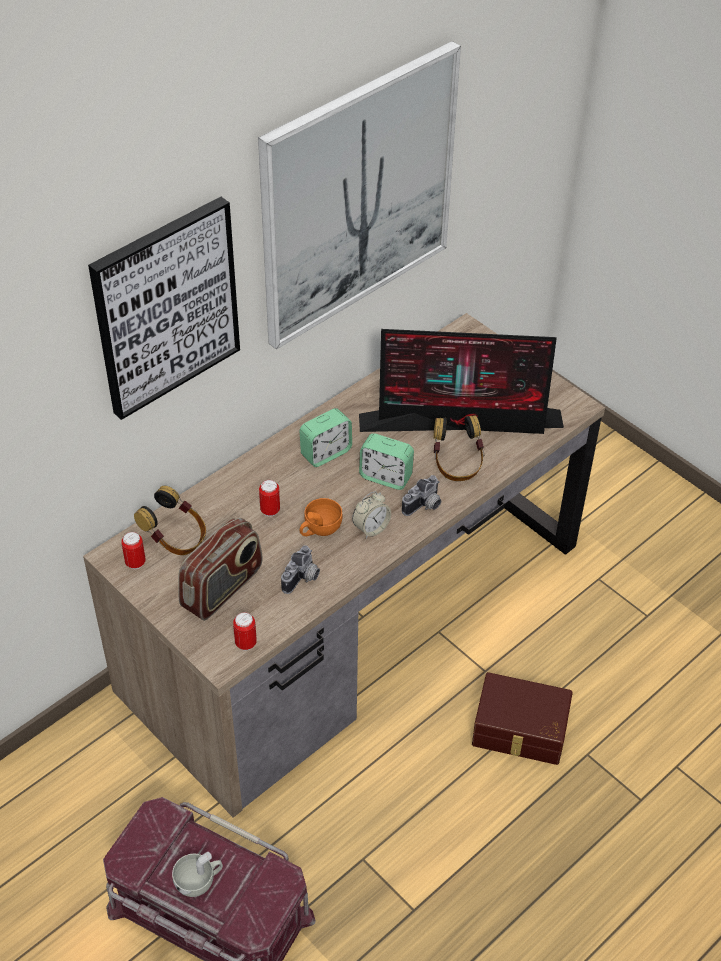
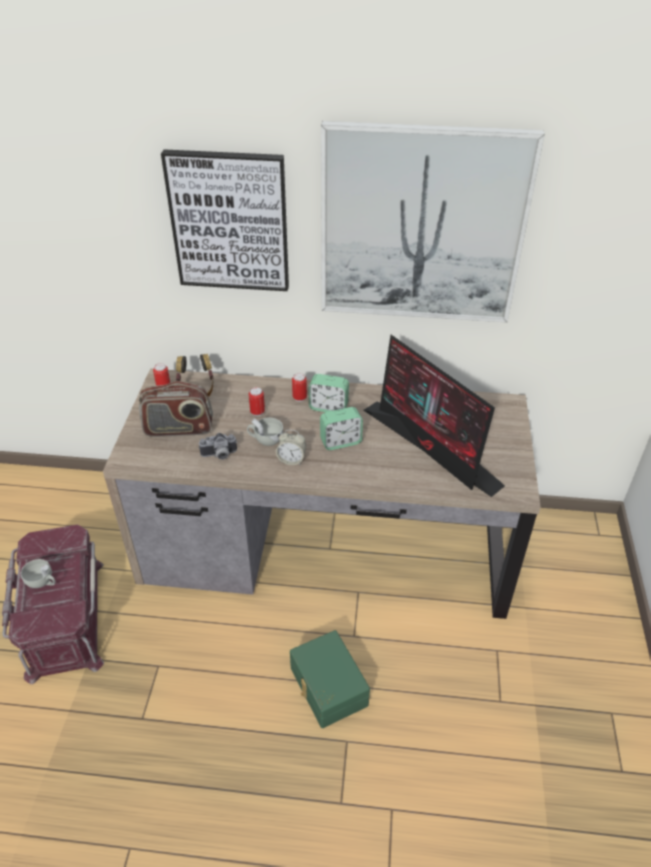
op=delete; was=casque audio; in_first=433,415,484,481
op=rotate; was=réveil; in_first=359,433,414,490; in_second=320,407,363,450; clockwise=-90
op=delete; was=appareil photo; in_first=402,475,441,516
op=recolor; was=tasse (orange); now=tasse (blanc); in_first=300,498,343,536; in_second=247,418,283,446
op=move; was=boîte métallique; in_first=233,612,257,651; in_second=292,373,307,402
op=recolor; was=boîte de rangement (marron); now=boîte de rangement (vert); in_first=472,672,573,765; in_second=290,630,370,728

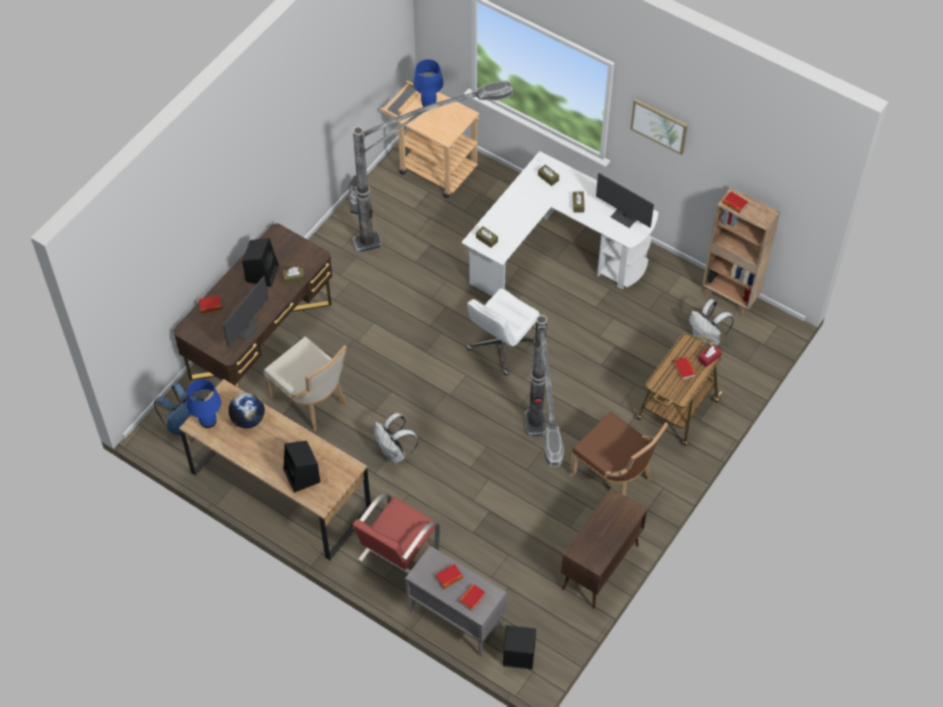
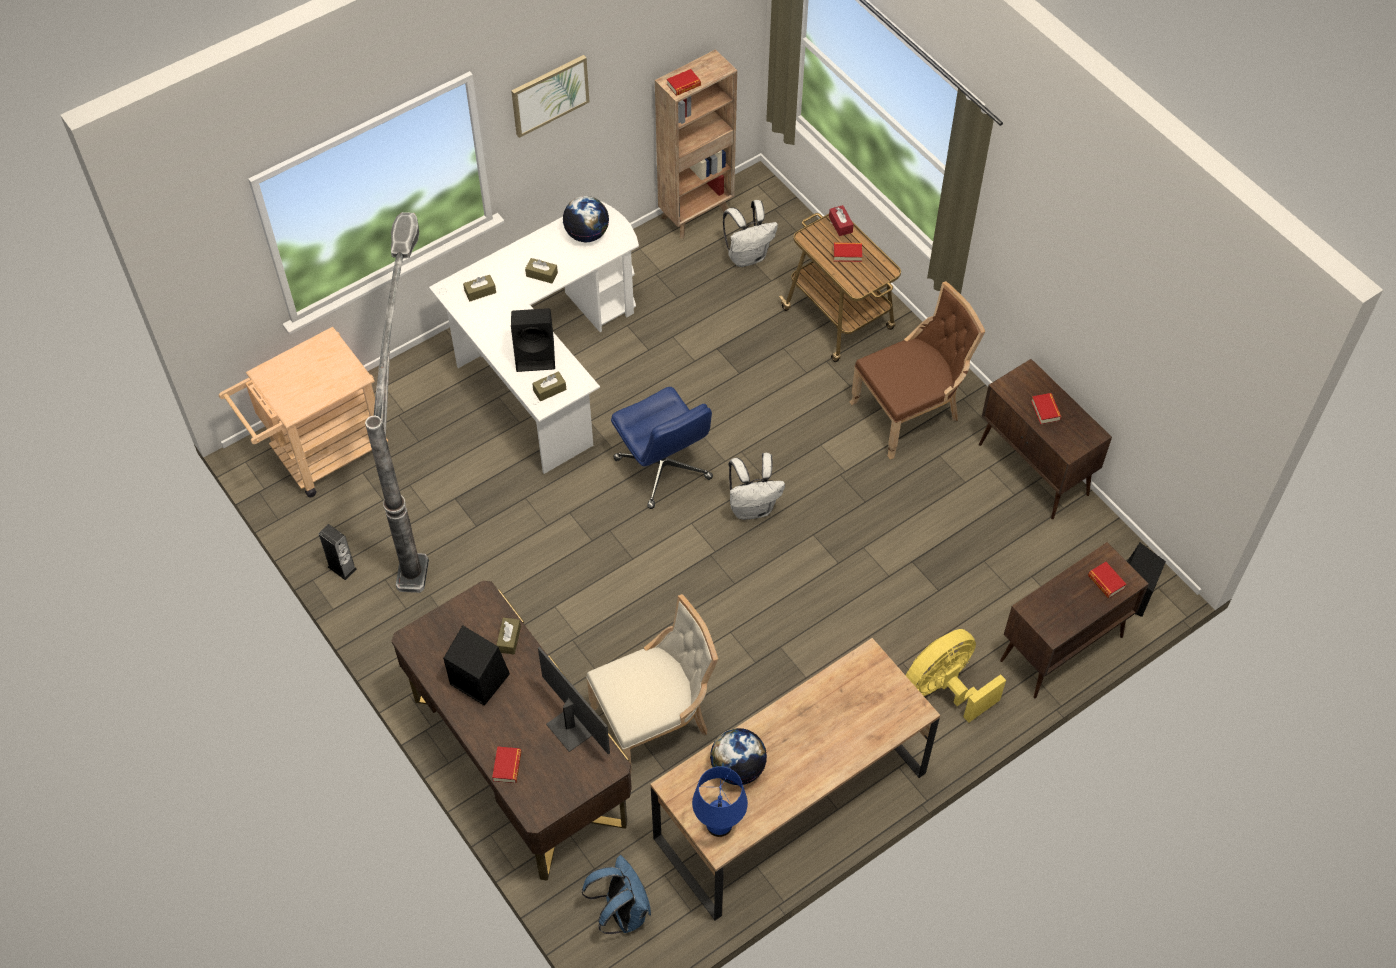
op=delete; was=lampe de table (bleu); in_first=413,59,444,107
op=replace; was=écran d'ordinateur; now=globe; in_first=596,173,654,228; in_second=563,196,609,242
op=recolor; was=chaise de bureau (blanc); now=chaise de bureau (bleu); in_first=466,288,540,375; in_second=611,387,713,509
op=delete; was=lampadaire; in_first=525,315,564,467
op=move; was=sac à dos (blanc); in_first=374,413,419,464; in_second=728,453,785,520
op=move; was=enceinte (noir); in_first=283,441,320,493; in_second=511,308,555,372
op=replace; was=chaise (rouge); now=ventilateur (jaune); in_first=353,493,440,588; in_second=906,629,1006,723
op=recolor; was=meuble de rangement (gris); now=meuble de rangement (marron); in_first=405,546,507,657; in_second=1000,542,1149,698
op=move; was=livre; in_first=435,564,463,589; in_second=1031,393,1061,424

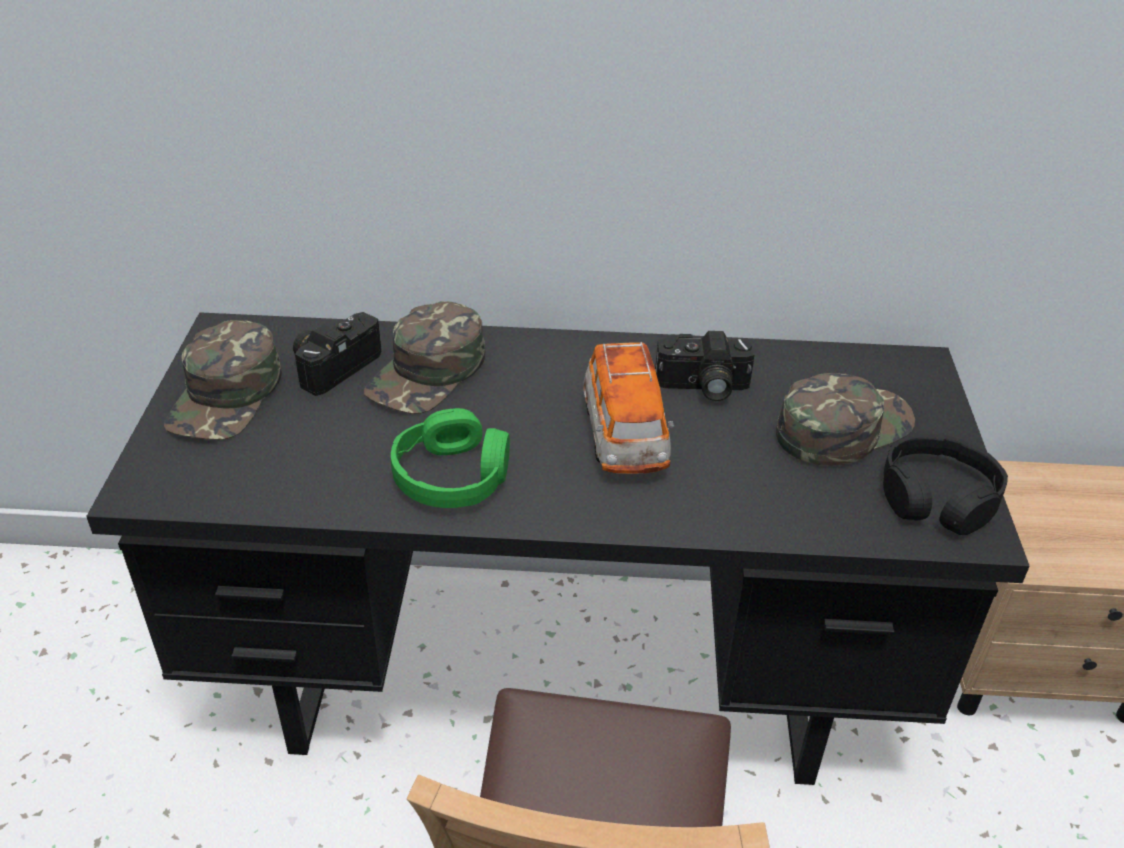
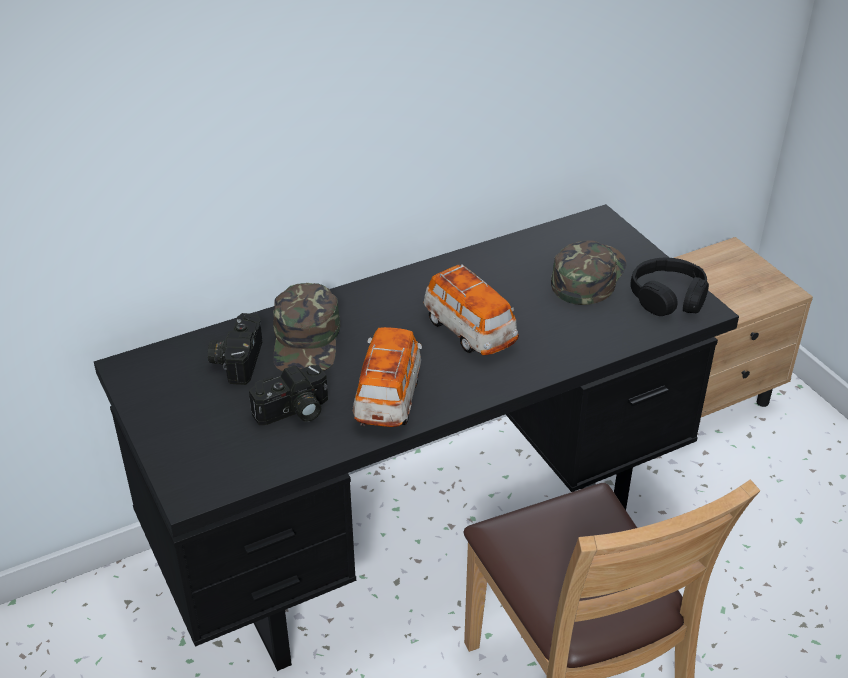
op=delete; was=casquette (vert); in_first=164,320,282,440
op=move; was=appareil photo; in_first=655,331,754,401; in_second=249,365,328,425
op=replace; was=casque audio (vert); now=petite voiture; in_first=391,408,510,508; in_second=353,327,422,427

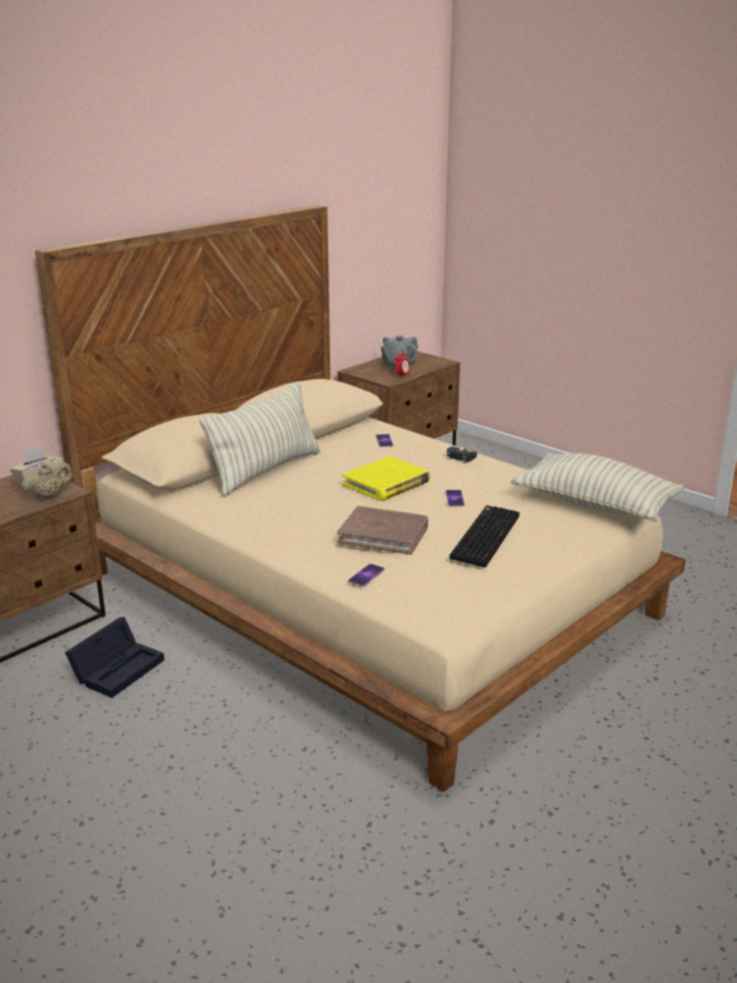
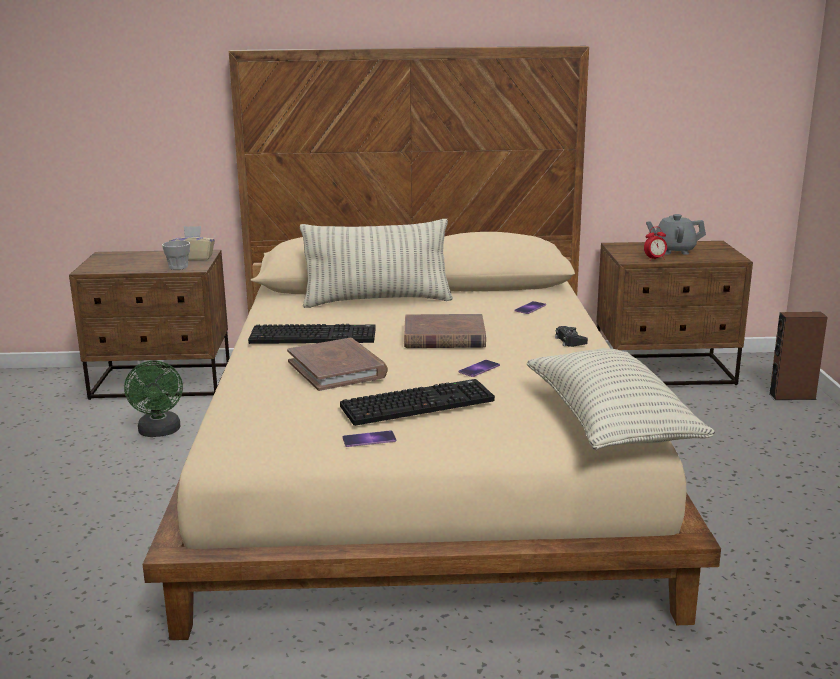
op=recolor; was=livre (jaune); now=livre (marron); in_first=342,456,430,501; in_second=404,314,486,348
op=replace; was=théière (beige); now=tasse; in_first=21,463,73,500; in_second=162,240,190,270
op=move; was=téléphone; in_first=348,564,385,587; in_second=342,430,396,447
op=replace; was=boîte de rangement (noir); now=ventilateur (vert); in_first=65,617,164,698; in_second=124,361,183,437
op=insert; now=enceinte (marron); in_second=769,312,827,400
op=insert; now=clavier; in_second=248,324,376,344

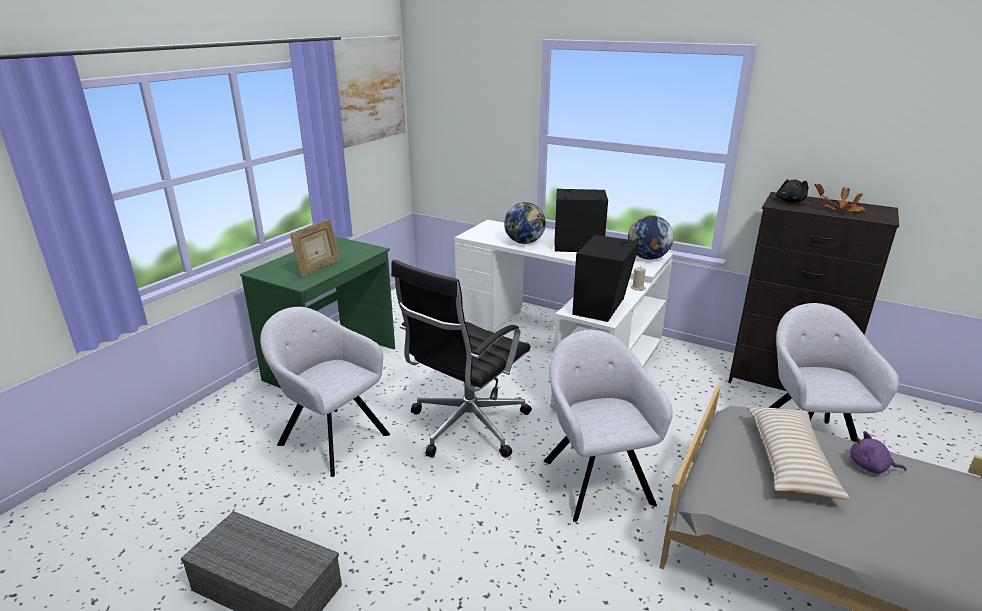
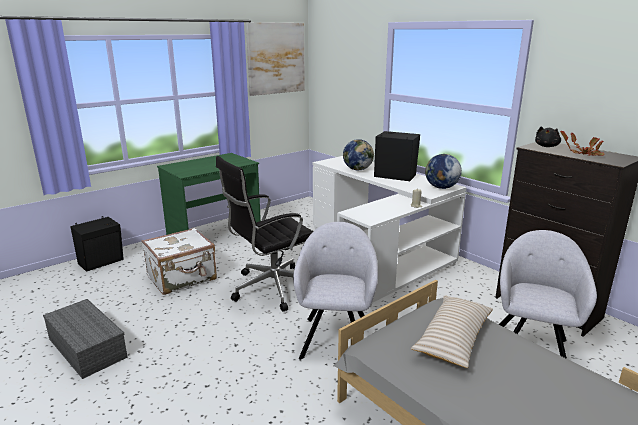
op=delete; was=cadre photo; in_first=290,219,340,277
op=move; was=enceinte (noir); in_first=572,234,639,322; in_second=70,216,124,272
op=replace; was=fauteuil (gris); now=valise (blanc); in_first=260,307,390,477; in_second=141,228,217,295
op=delete; was=peluche (violet); in_first=850,431,907,474

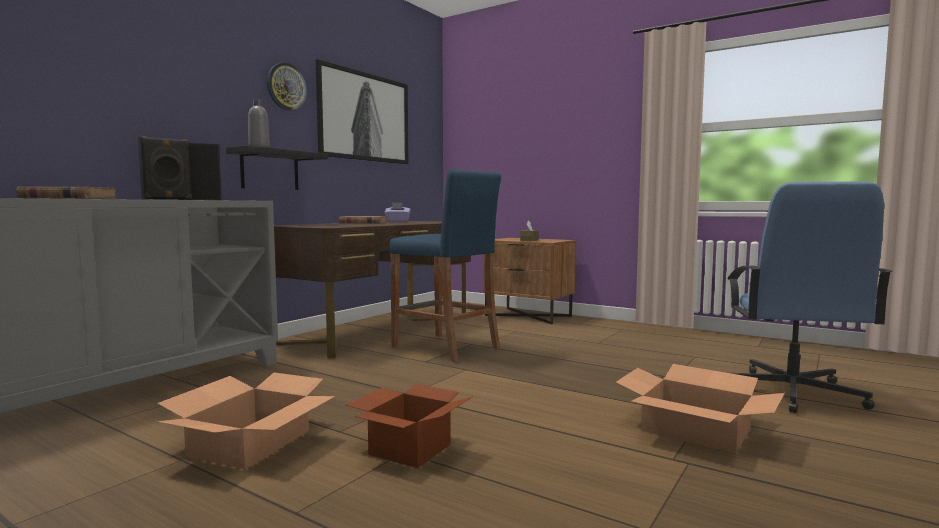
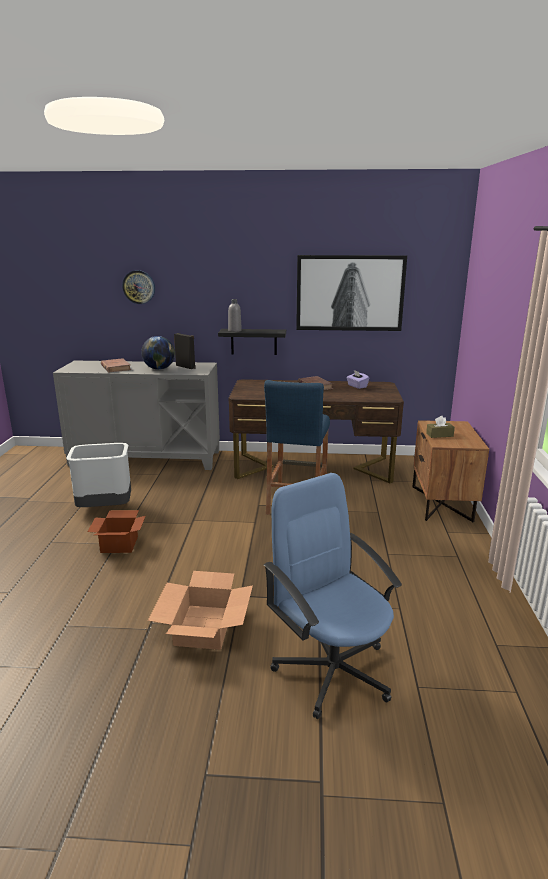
op=move; was=horloge murale; in_first=267,62,307,111; in_second=122,270,155,304
op=replace; was=enceinte (noir); now=globe; in_first=138,136,192,200; in_second=141,336,175,370
op=rotate; was=chaise de bureau (bleu); in_first=727,181,893,413; in_second=264,473,402,719; clockwise=75
op=replace; was=carton; now=poubelle (gris); in_first=156,372,335,469; in_second=67,443,131,507

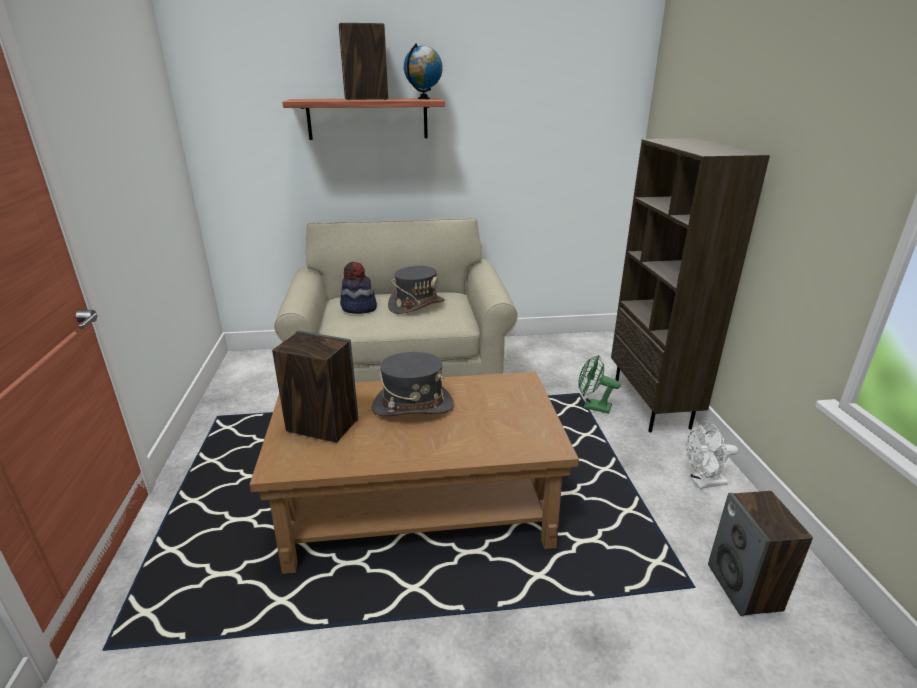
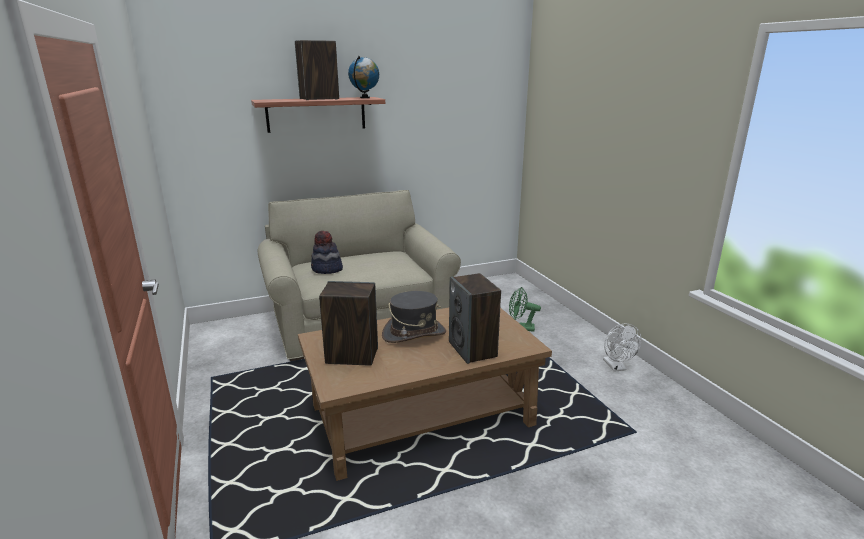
op=delete; was=bibliothèque (marron); in_first=611,138,770,432
op=delete; was=chapeau (gris); in_first=388,266,445,314
op=rotate; was=ventilateur (blanc); in_first=685,421,738,489; in_second=603,324,641,372; clockwise=-75
op=move; was=enceinte; in_first=708,491,813,616; in_second=449,273,501,364

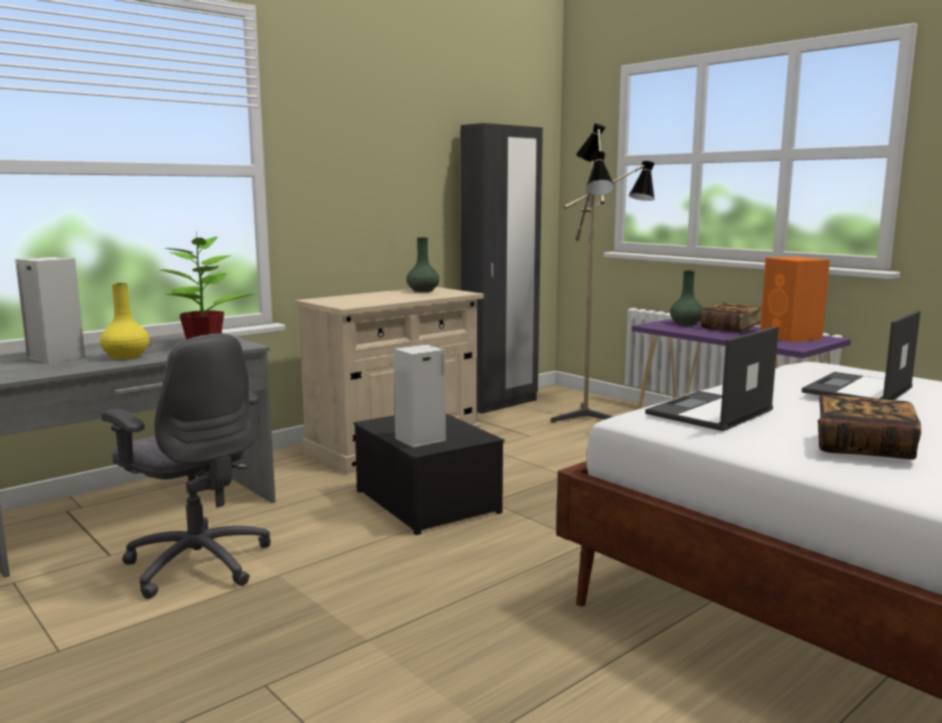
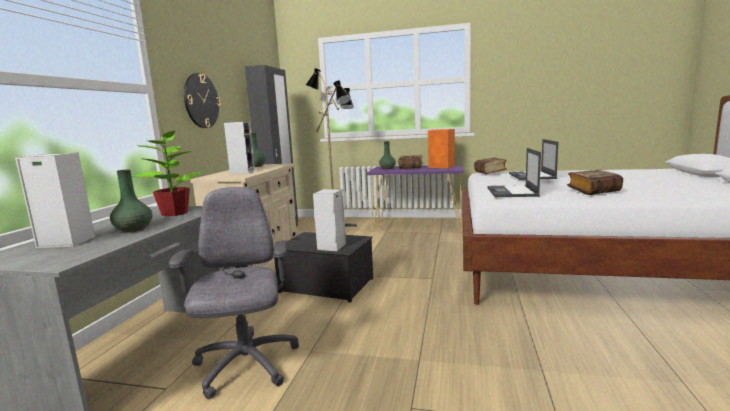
op=recolor; was=vase (jaune); now=vase (vert); in_first=100,283,149,359; in_second=110,169,153,232
op=rotate; was=chaise de bureau (gris); in_first=101,334,271,599; in_second=169,187,299,399; clockwise=-105
op=insert; now=horloge murale; in_second=184,73,220,128
op=insert; now=enceinte; in_second=224,122,255,174
op=insert; now=livre; in_second=474,157,507,174

